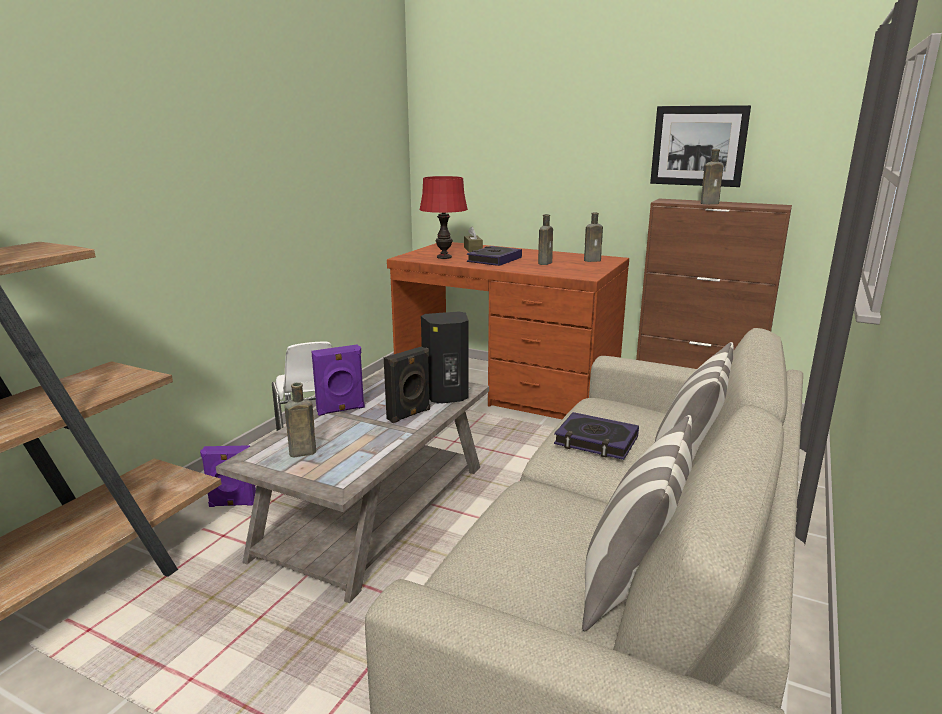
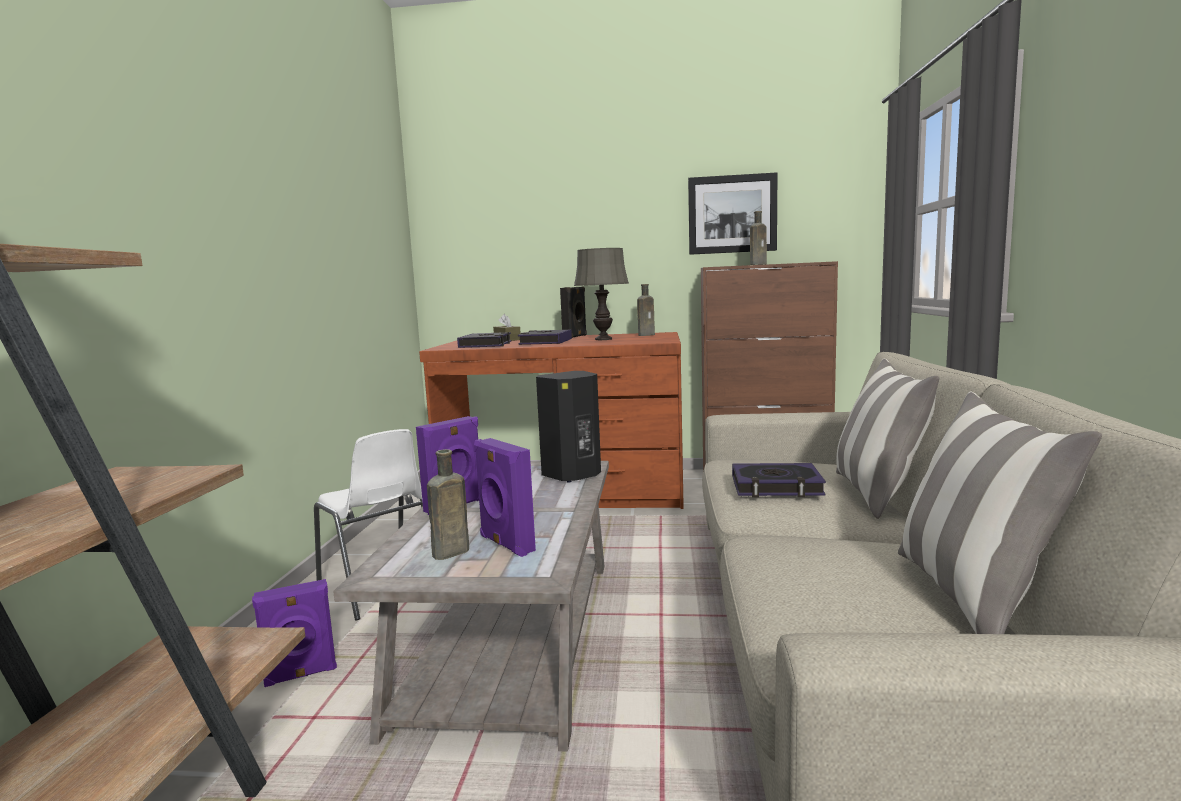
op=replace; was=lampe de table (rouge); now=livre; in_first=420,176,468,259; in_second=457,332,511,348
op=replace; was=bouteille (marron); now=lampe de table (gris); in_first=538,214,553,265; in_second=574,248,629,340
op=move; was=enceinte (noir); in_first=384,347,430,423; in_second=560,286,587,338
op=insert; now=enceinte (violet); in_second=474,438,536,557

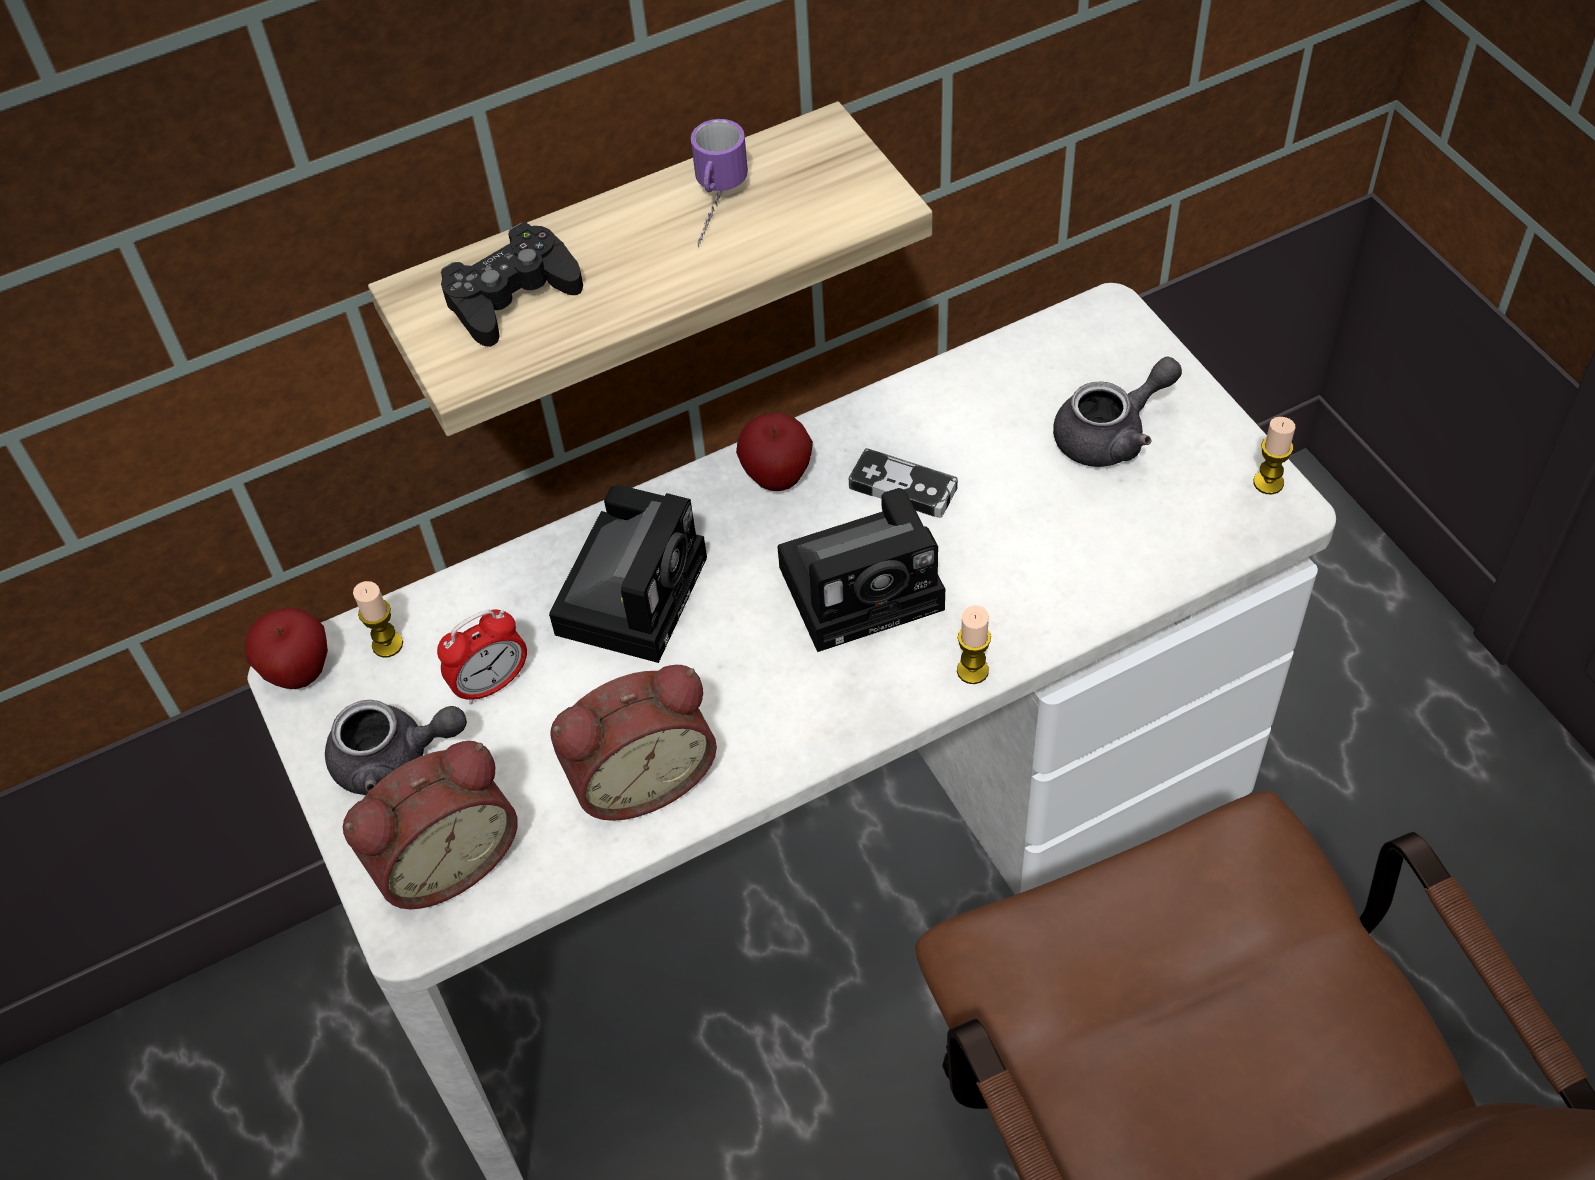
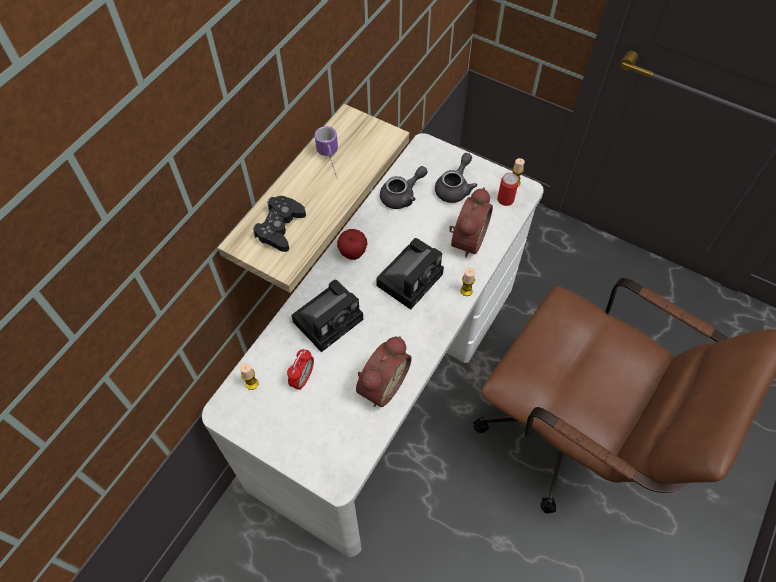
op=delete; was=manette; in_first=849,448,958,518
op=rotate; was=appareil photo; in_first=549,485,707,663; in_second=291,280,363,352; clockwise=60
op=delete; was=pomme; in_first=245,608,328,689
op=move; was=théière (gris); in_first=325,700,467,795; in_second=380,166,427,209
op=move; was=réveil; in_first=343,741,518,909; in_second=449,187,493,258
op=insert; now=boîte métallique; in_second=497,173,519,206

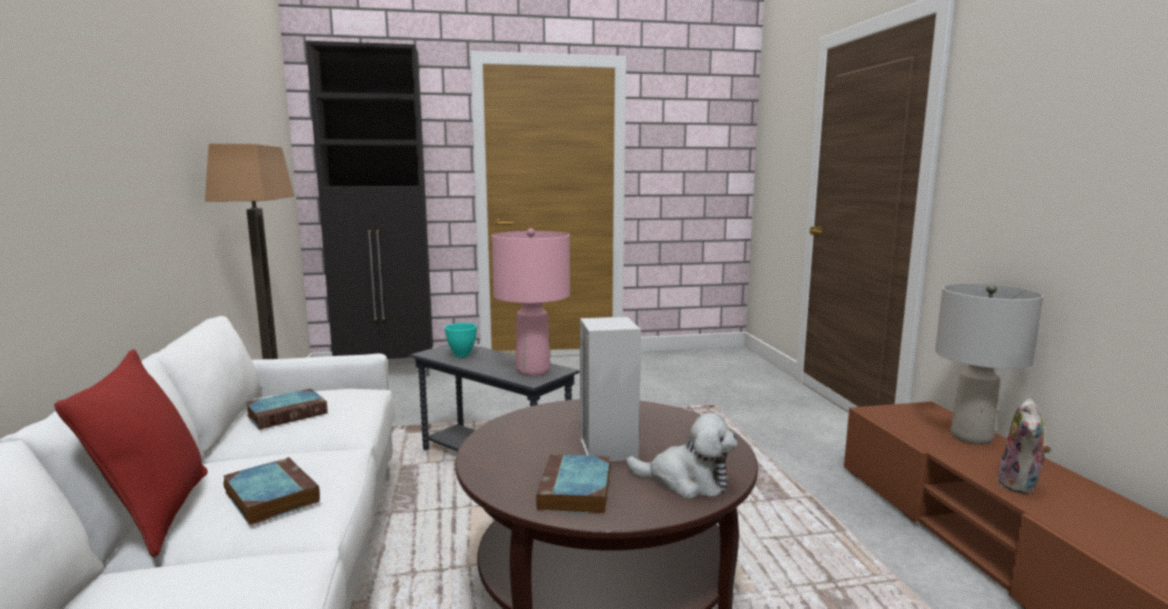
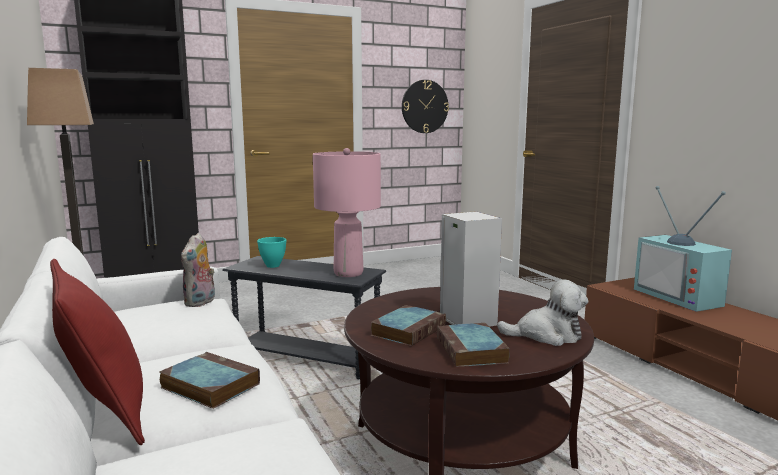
op=replace; was=lampe de table (gris); now=téléviseur; in_first=935,284,1043,445; in_second=634,186,732,312
op=move; was=livre; in_first=245,389,328,429; in_second=371,305,446,346
op=move; was=peluche; in_first=998,398,1051,494; in_second=181,233,215,307
op=insert; now=horloge murale; in_second=402,80,449,133

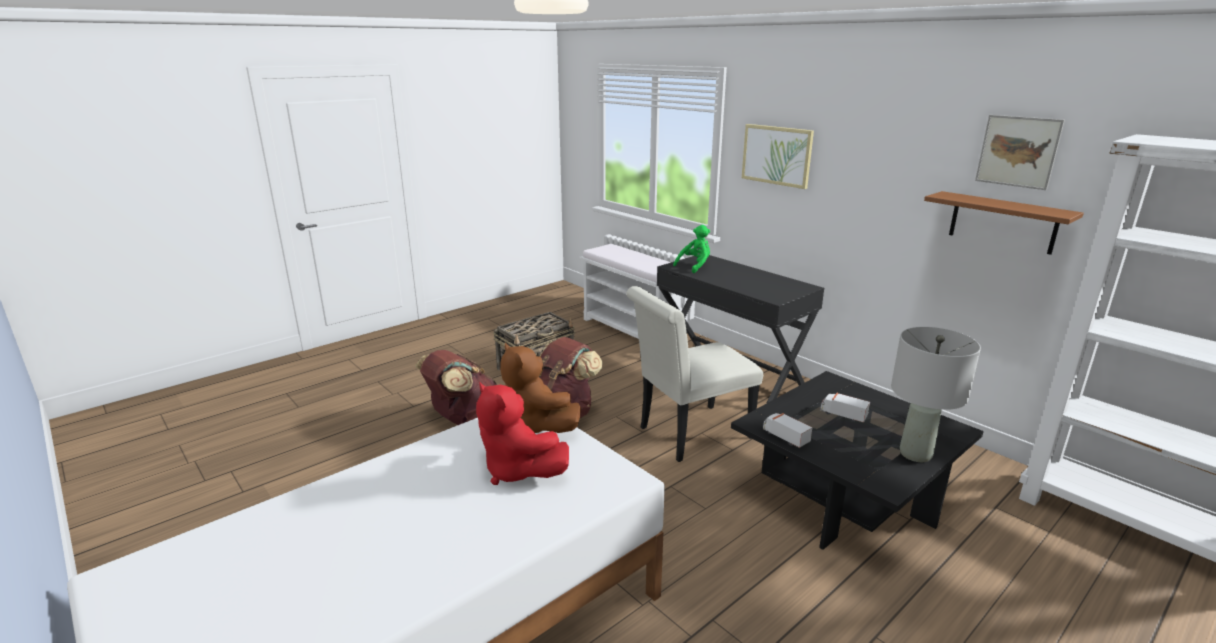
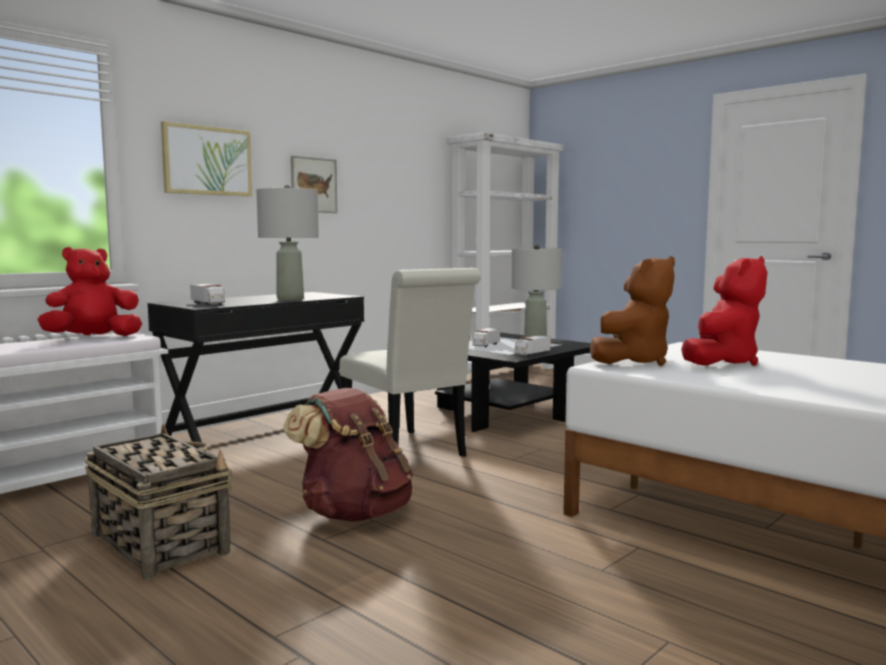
op=move; was=tableau; in_first=975,115,1065,190; in_second=291,156,337,213
op=delete; was=étagère (marron); in_first=924,191,1084,255
op=replace; was=peluche (vert); now=camion jouet; in_first=673,225,710,273; in_second=190,284,225,305
op=delete; was=sac à dos (marron); in_first=415,350,497,425
op=insert; now=lampe de table (gris); in_second=256,185,319,300
op=insert; now=peluche (rouge); in_second=37,247,142,336

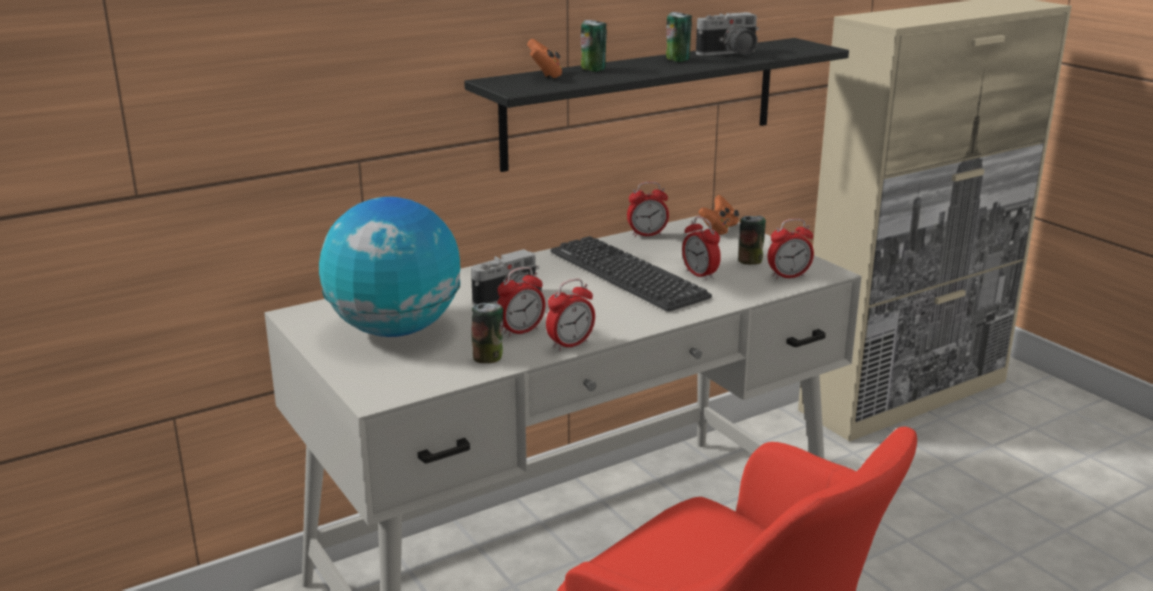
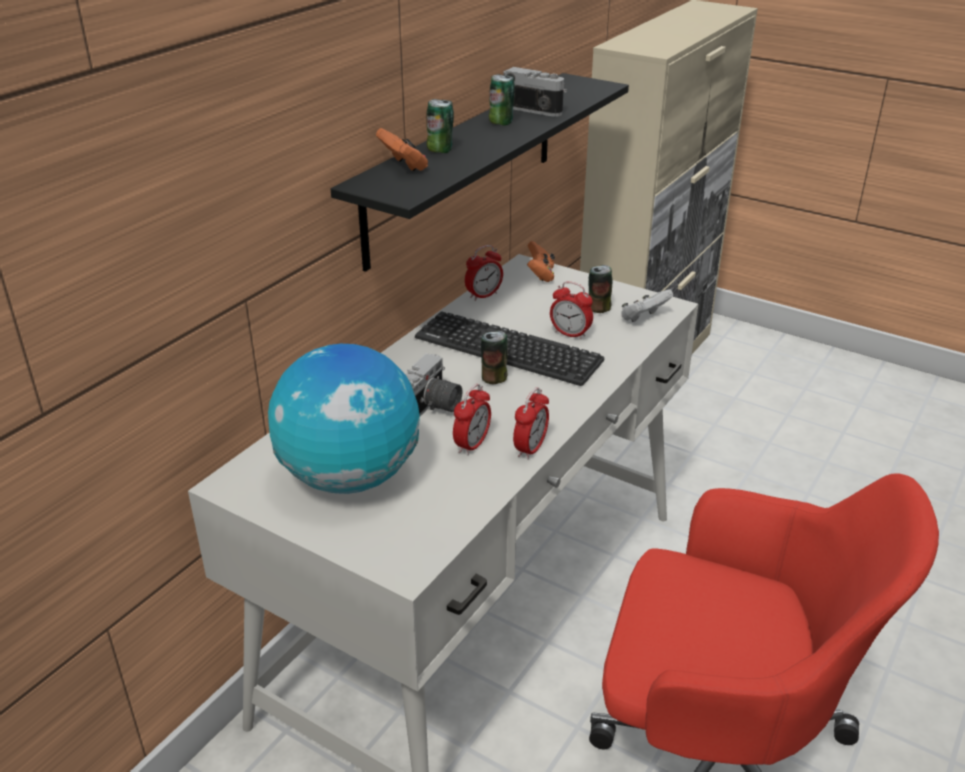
op=rotate; was=appareil photo; in_first=696,12,759,56; in_second=503,67,567,117; clockwise=-105
op=replace; was=réveil; now=manette (blanc); in_first=768,219,814,280; in_second=621,289,673,322
op=move; was=boîte métallique; in_first=472,303,503,363; in_second=481,331,508,384

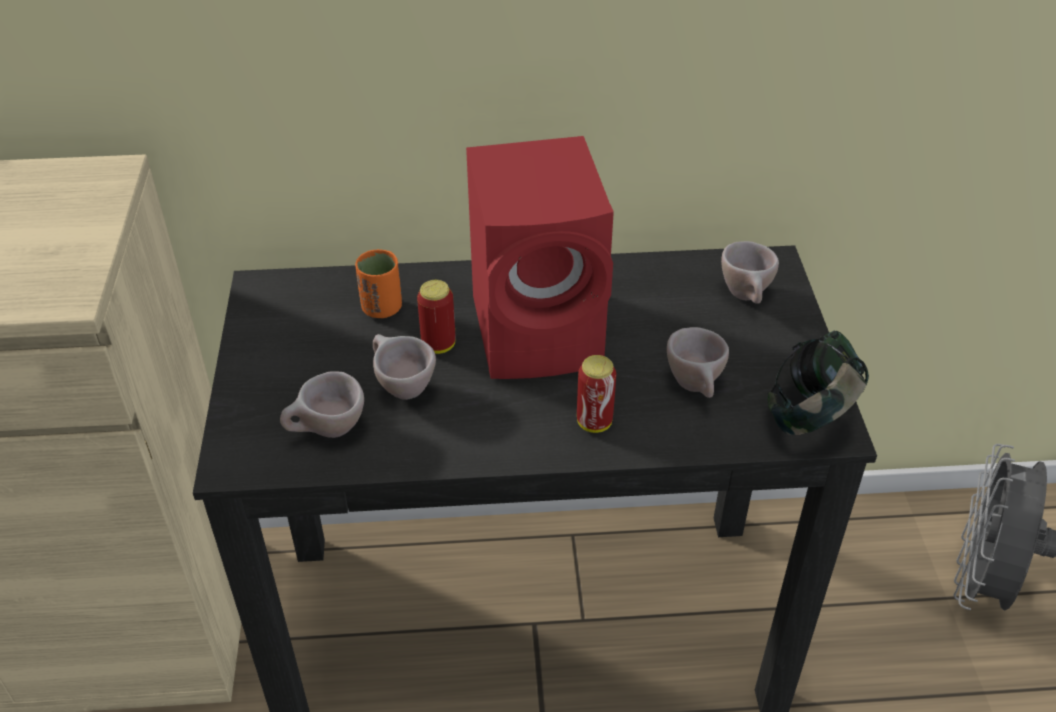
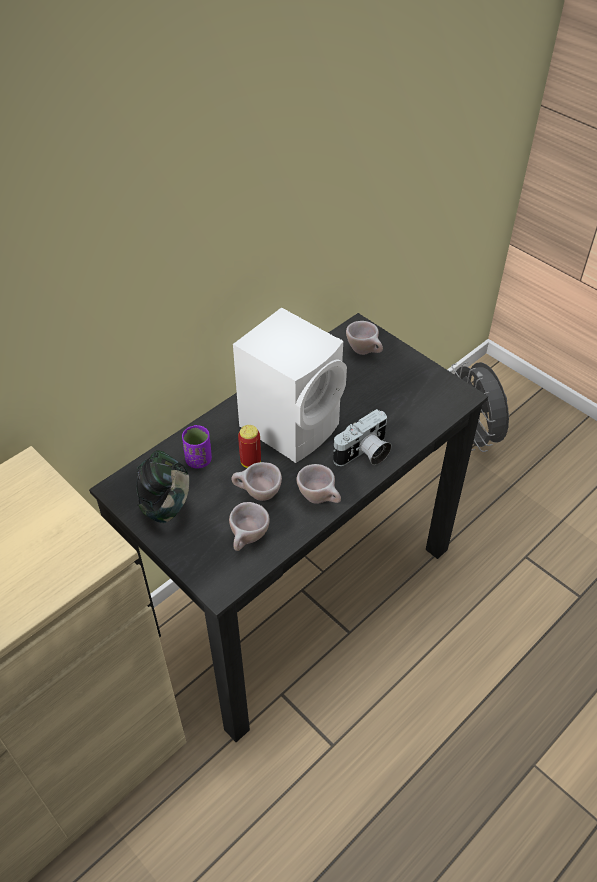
op=recolor; was=enceinte (rouge); now=enceinte (blanc); in_first=466,136,614,379; in_second=233,307,347,463
op=recolor; was=tasse (orange); now=tasse (violet); in_first=355,249,402,318; in_second=182,425,212,469
op=move; was=tasse (beige); in_first=667,327,729,398; in_second=296,464,341,504
op=move; was=casque audio; in_first=768,331,869,435; in_second=136,450,190,523
op=replace; was=boîte métallique; now=appareil photo; in_first=577,355,616,433; in_second=333,409,392,466

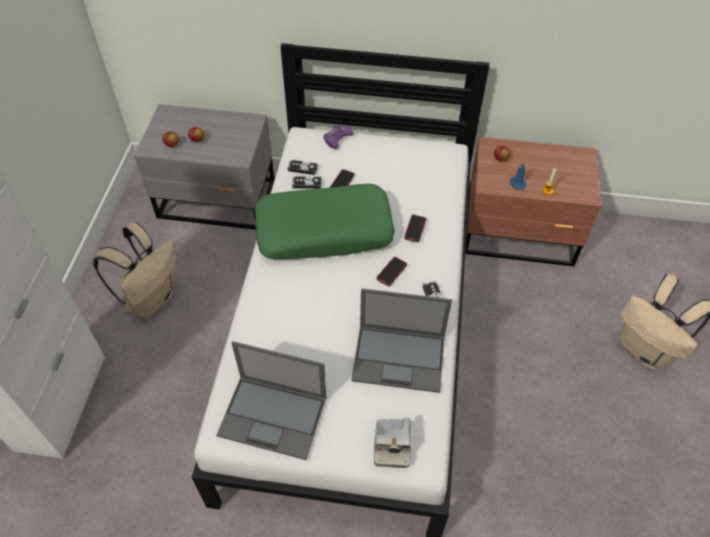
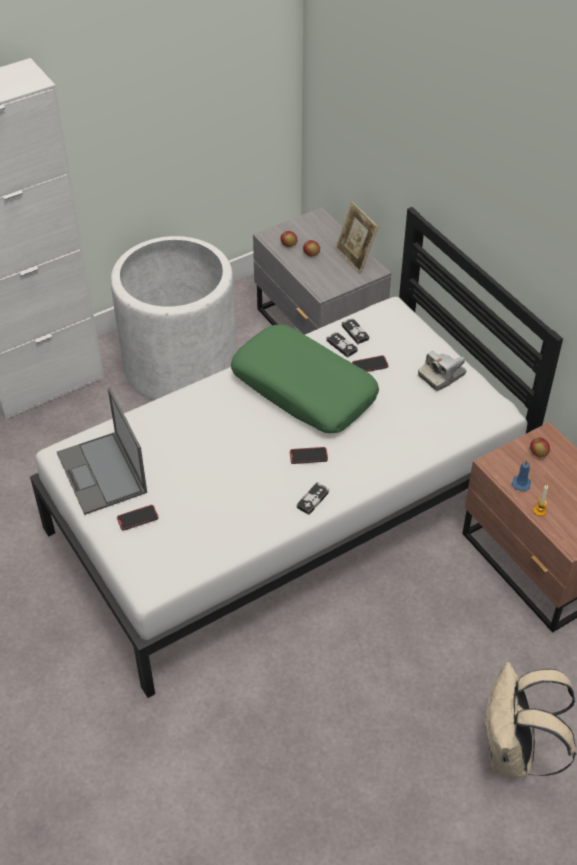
op=delete; was=manette (violet); in_first=323,125,354,149
op=move; was=téléphone; in_first=404,215,426,242; in_second=117,505,158,531
op=replace; was=sac à dos (beige); now=cache-pot (blanc); in_first=93,222,176,318; in_second=111,236,237,400
op=delete; was=ordinateur portable; in_first=351,288,452,393
op=move; was=appareil photo; in_first=374,417,411,468; in_second=418,351,467,391
op=insert; now=cadre photo; in_second=335,202,378,273

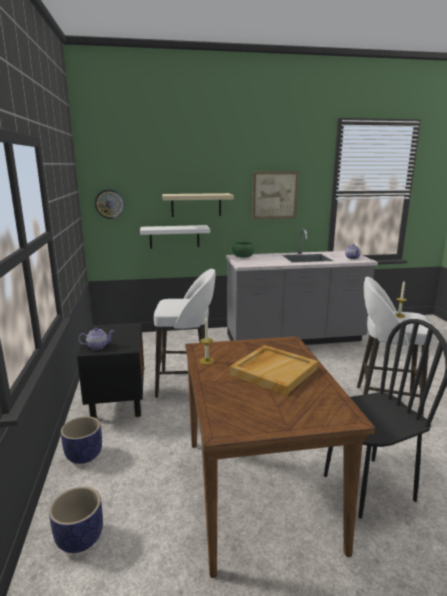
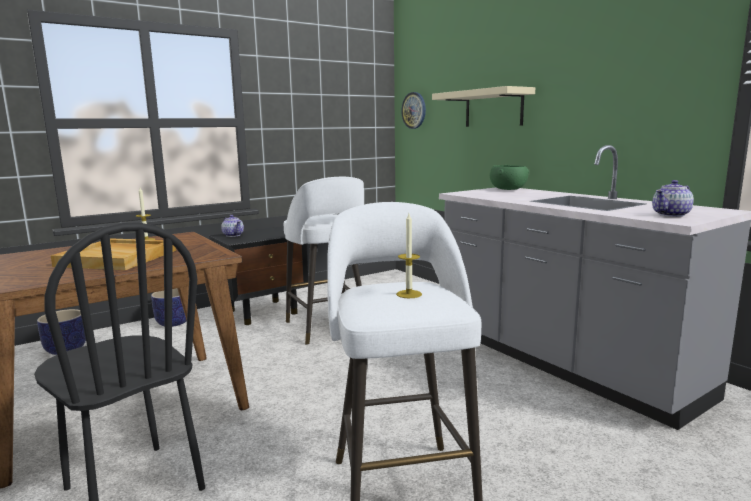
op=delete; was=tableau; in_first=252,171,299,219
op=delete; was=étagère (blanc); in_first=140,225,210,249

